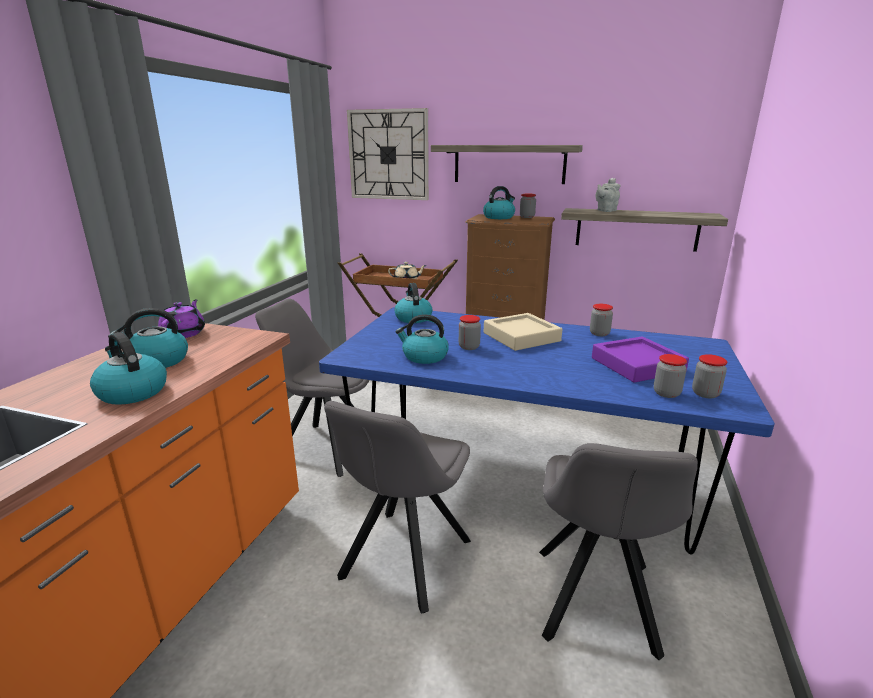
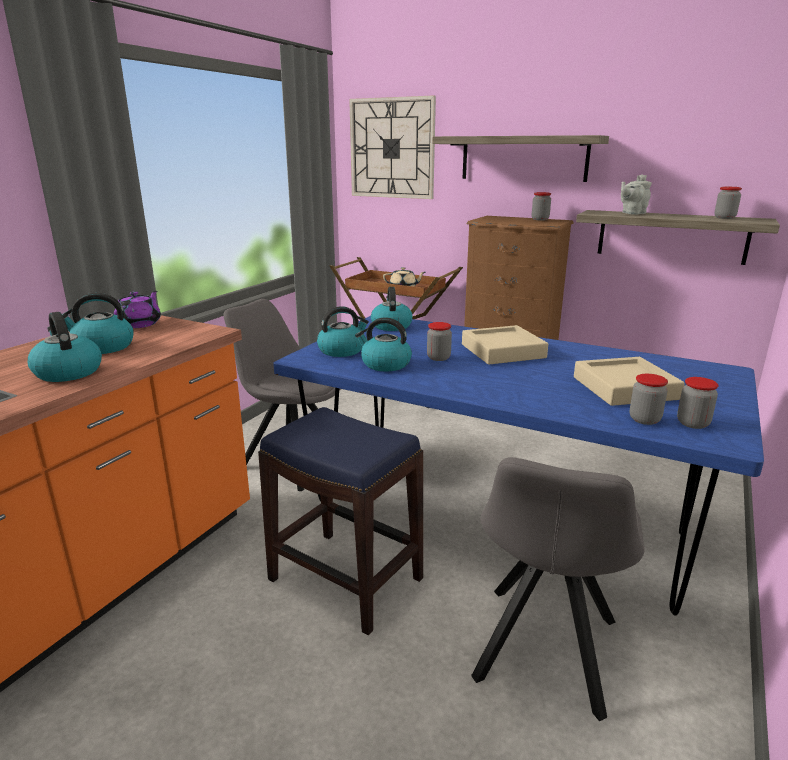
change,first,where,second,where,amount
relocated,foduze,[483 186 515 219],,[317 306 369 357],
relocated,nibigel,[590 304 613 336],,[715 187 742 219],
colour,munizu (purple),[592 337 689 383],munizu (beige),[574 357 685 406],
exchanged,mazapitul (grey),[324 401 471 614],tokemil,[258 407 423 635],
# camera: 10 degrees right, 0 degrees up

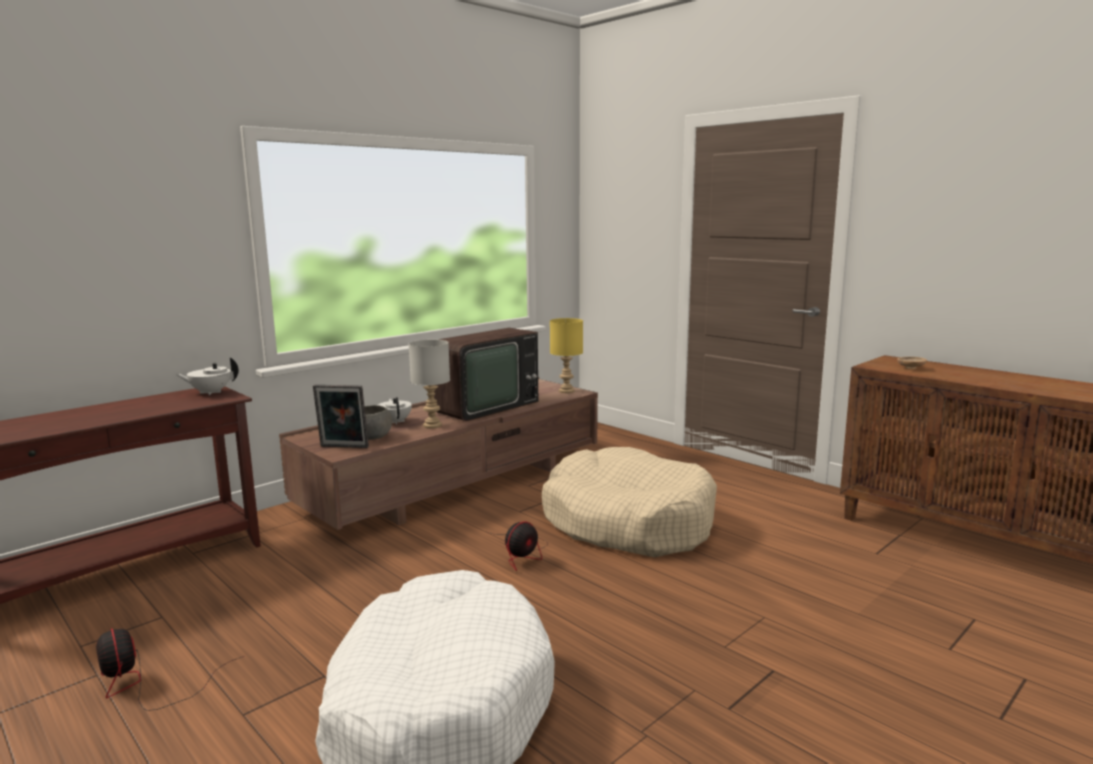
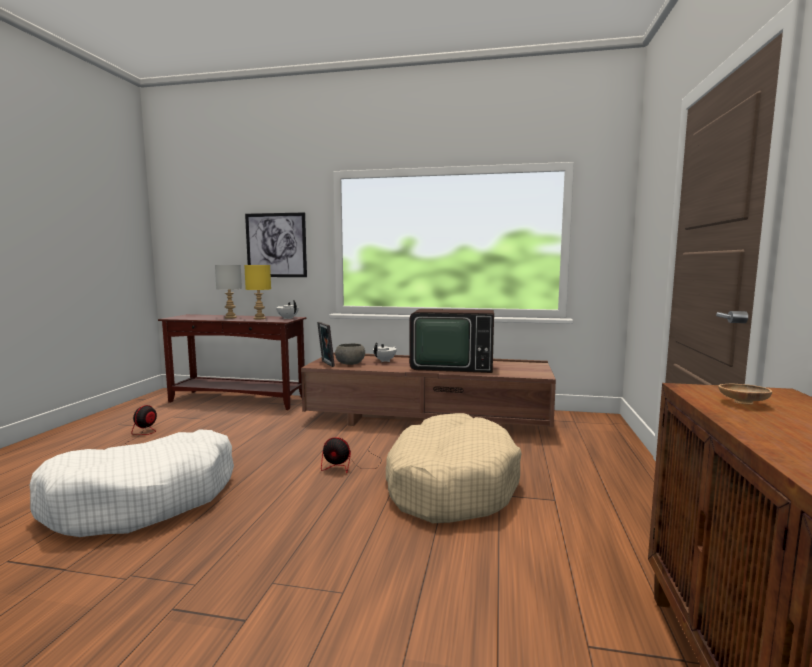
change,first,where,second,where,amount
relocated,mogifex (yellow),[550 318 583 393],,[244 265 271 320],
relocated,mogifex (grey),[409 339 450 429],,[215 265 242 318],
appeared,,,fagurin,[245 212 307 277],
# camera: 55 degrees right, 5 degrees down

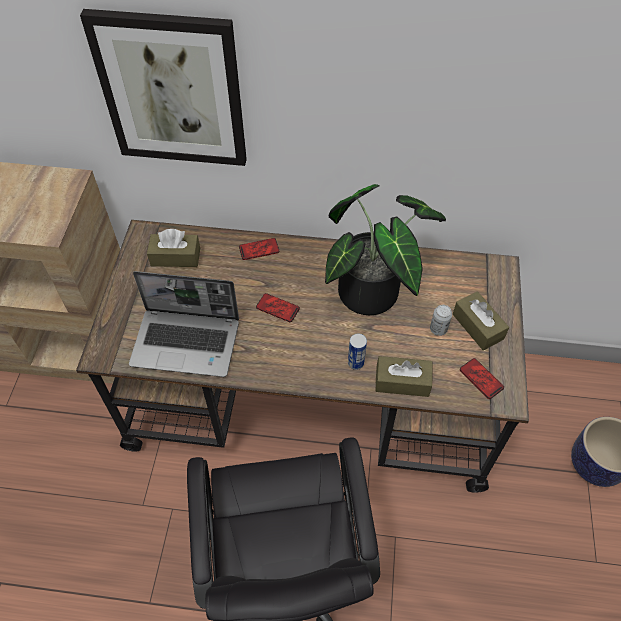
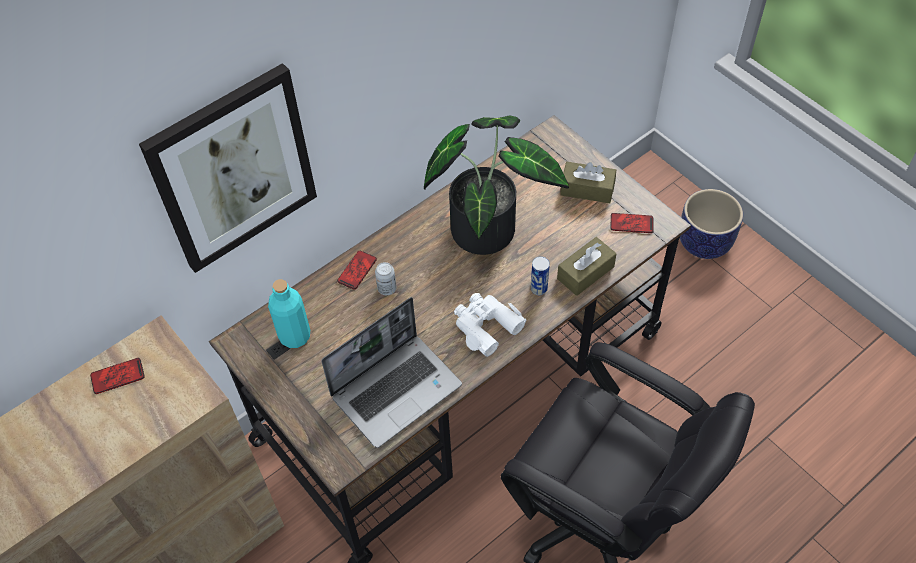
change,first,where,second,where,amount
exchanged,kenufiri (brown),[147 229 200 267],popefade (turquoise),[268 279 310 348],
relocated,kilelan,[256 293 300 322],,[90 358 145 394],
relocated,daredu,[430 305 452 336],,[375 262 396 295],
appeared,,,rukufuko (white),[454 293 526 357],
# camera: 45 degrees left, 0 degrees up

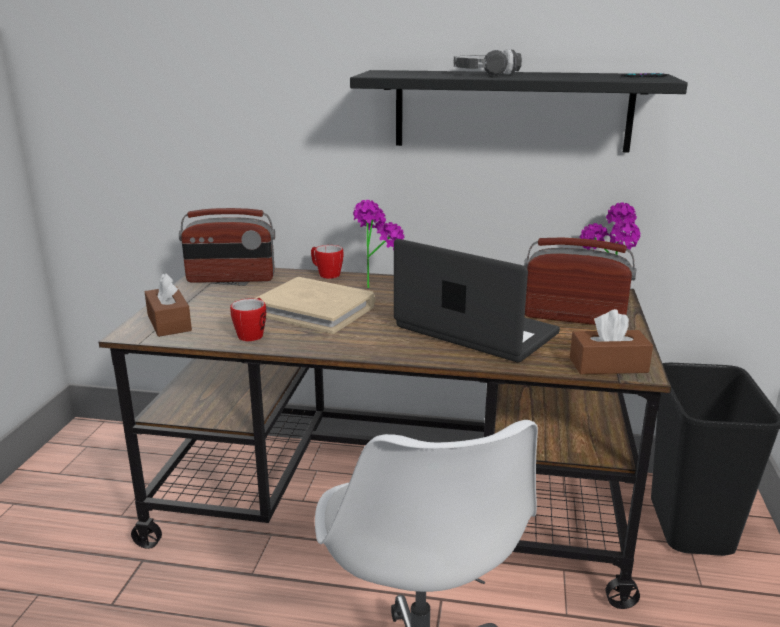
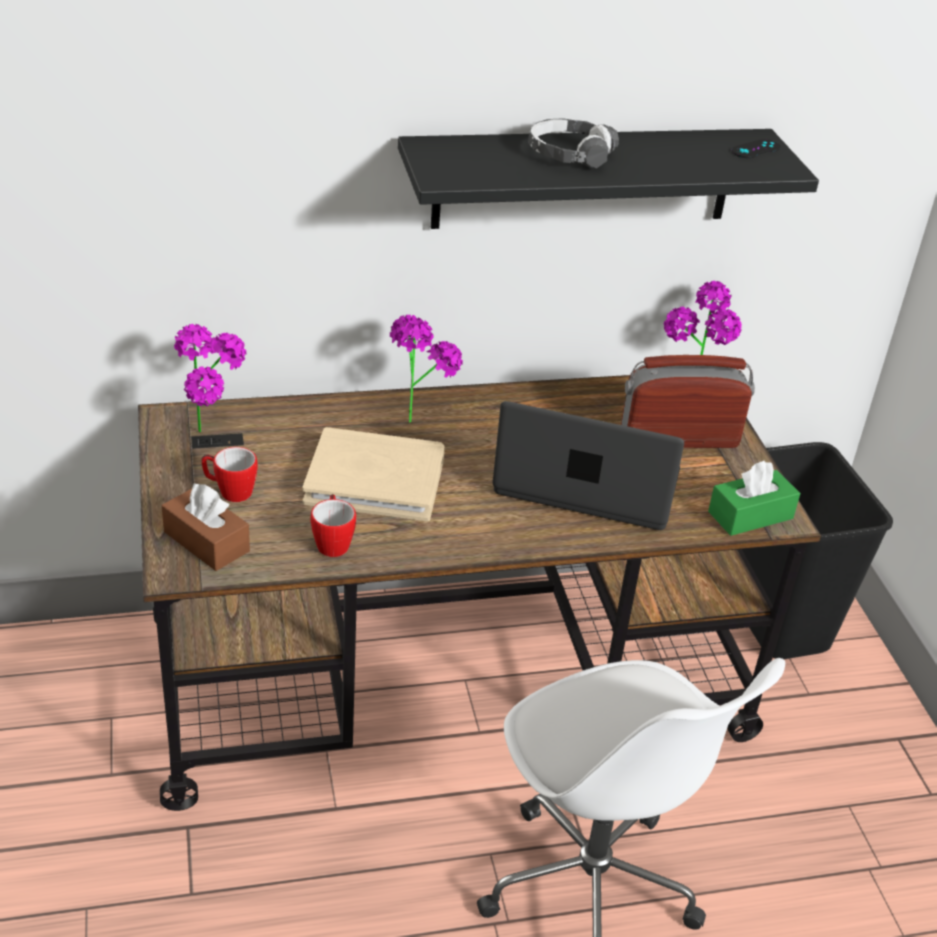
change,first,where,second,where,amount
exchanged,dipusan,[179 208 275 283],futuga,[174 324 246 433],
relocated,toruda,[311 245 343 279],,[201 447 258 502],
colour,kenufiri (brown),[570 309 653 375],kenufiri (green),[708 461 800 536],
# camera: 25 degrees left, 15 degrees up

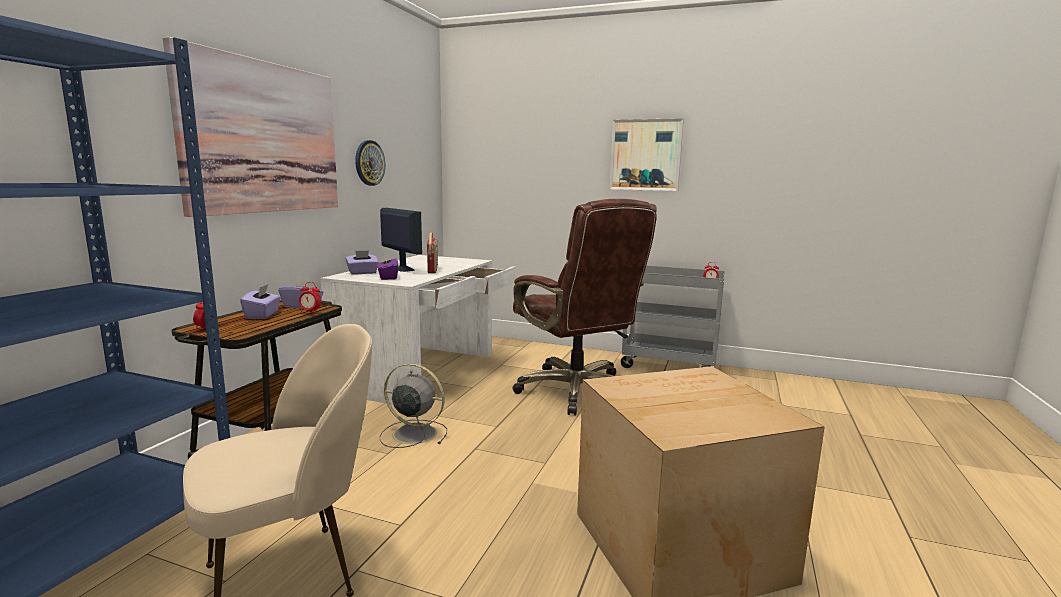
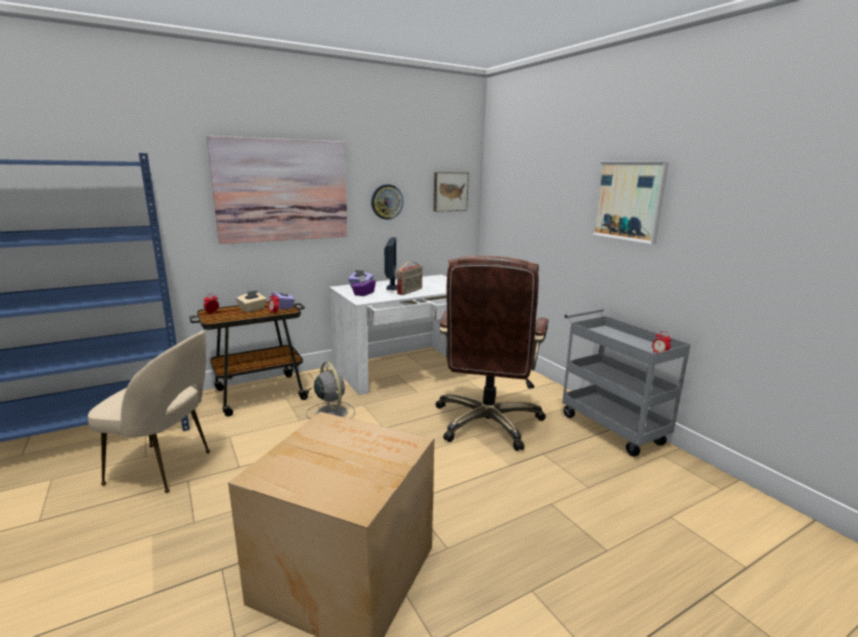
change,first,where,second,where,amount
colour,kenufiri (purple),[240 284 281 319],kenufiri (beige),[236 290 267 312],
appeared,,,fagurin,[434 172 469 212],
# camera: 40 degrees right, 5 degrees up

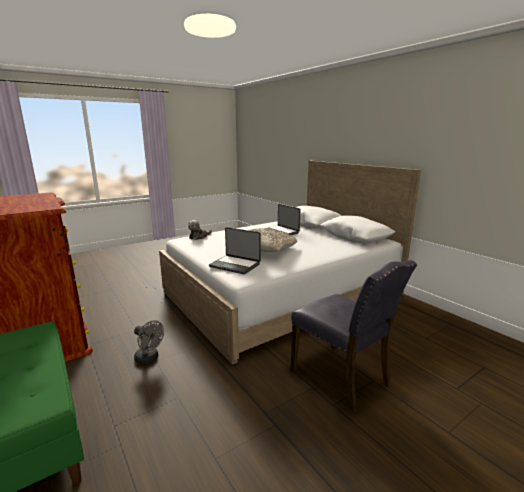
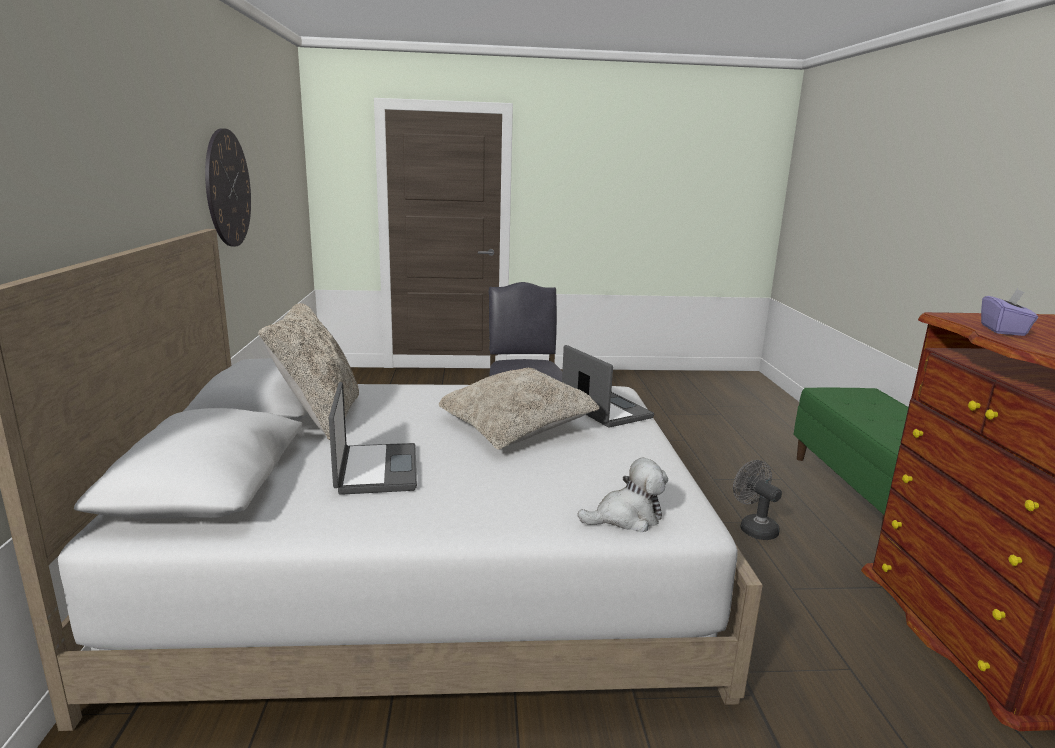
change,first,where,second,where,amount
appeared,,,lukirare,[205 128 251 247],
appeared,,,kenufiri (purple),[981 289 1038 336],
appeared,,,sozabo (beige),[258 303 359 440],
# camera: 150 degrees left, 0 degrees up

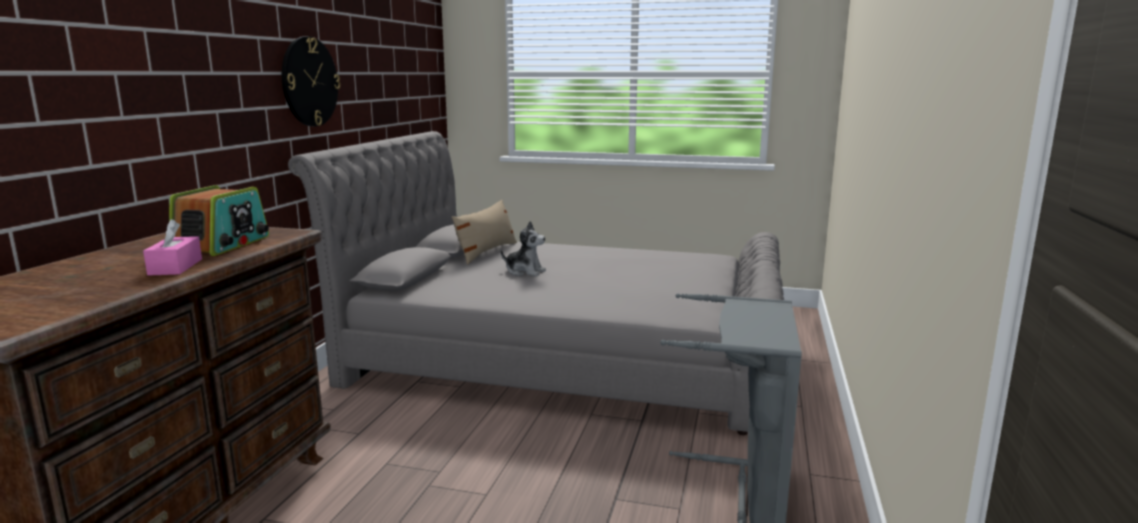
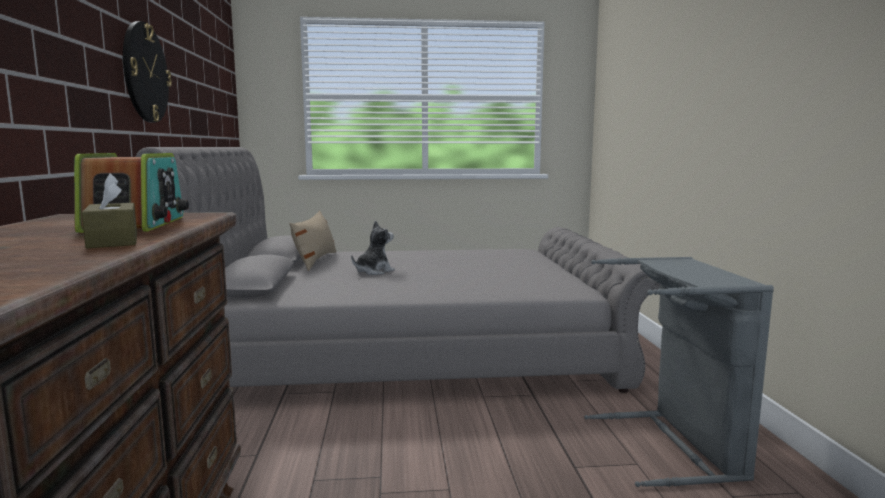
change,first,where,second,where,amount
colour,kenufiri (pink),[143 219 202 276],kenufiri (brown),[82 173 137 248],
spun,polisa,[501 221 546 276],,[351 221 395 275],45 degrees counterclockwise
# camera: 20 degrees left, 5 degrees down

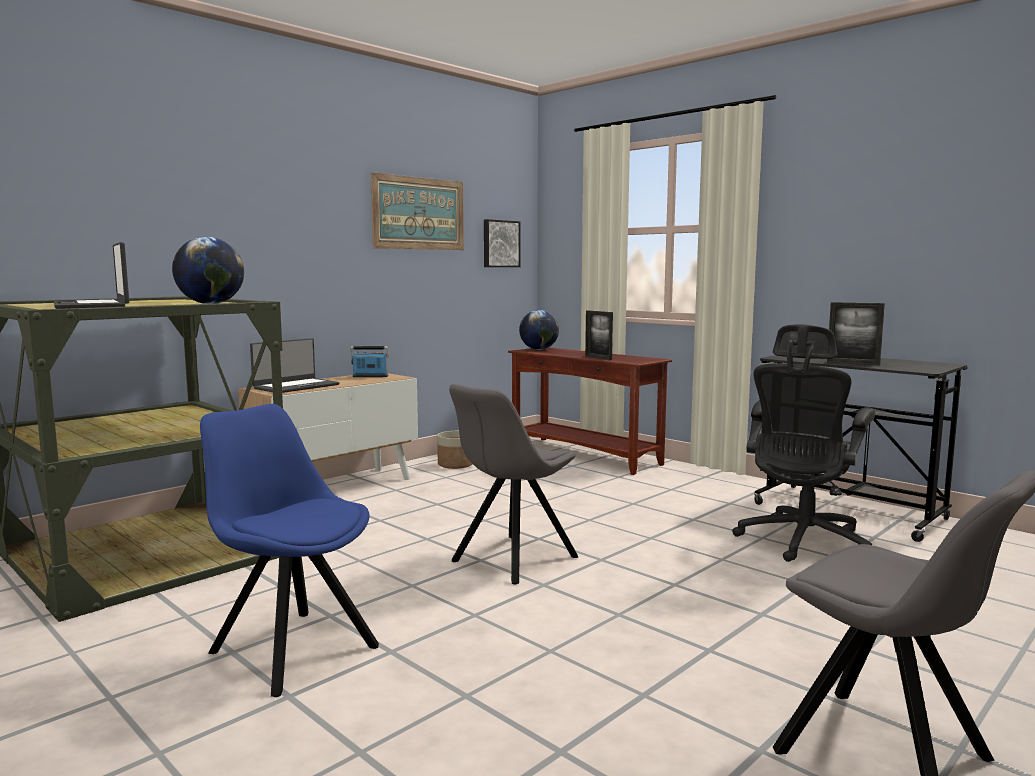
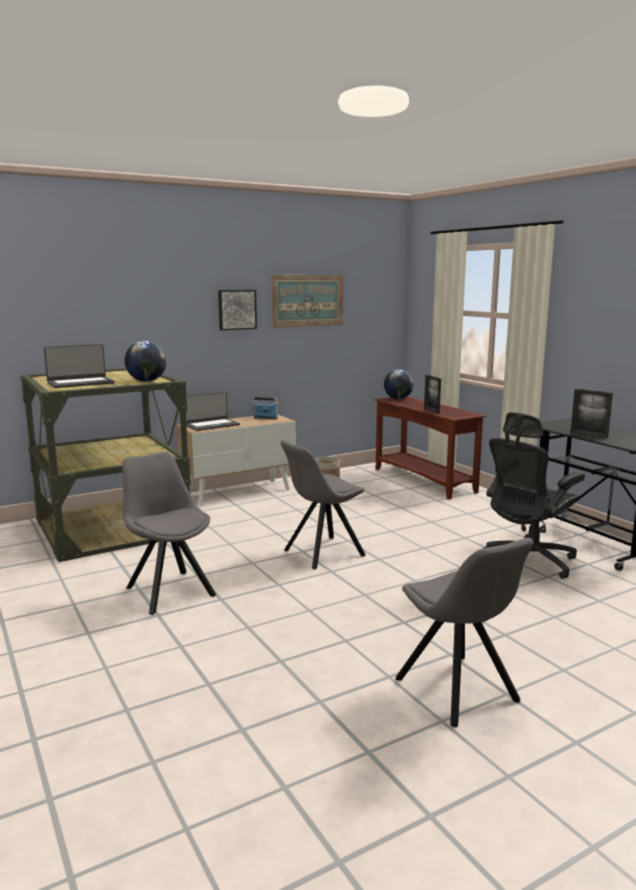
change,first,where,second,where,amount
relocated,fagurin,[484 219 521 267],,[218 290 257 330],
spun,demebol,[54 242 129 309],,[44 344 115 388],105 degrees counterclockwise
colour,mazapitul (blue),[200 404 379 697],mazapitul (grey),[122 451 216 615],
# camera: 15 degrees right, 5 degrees up

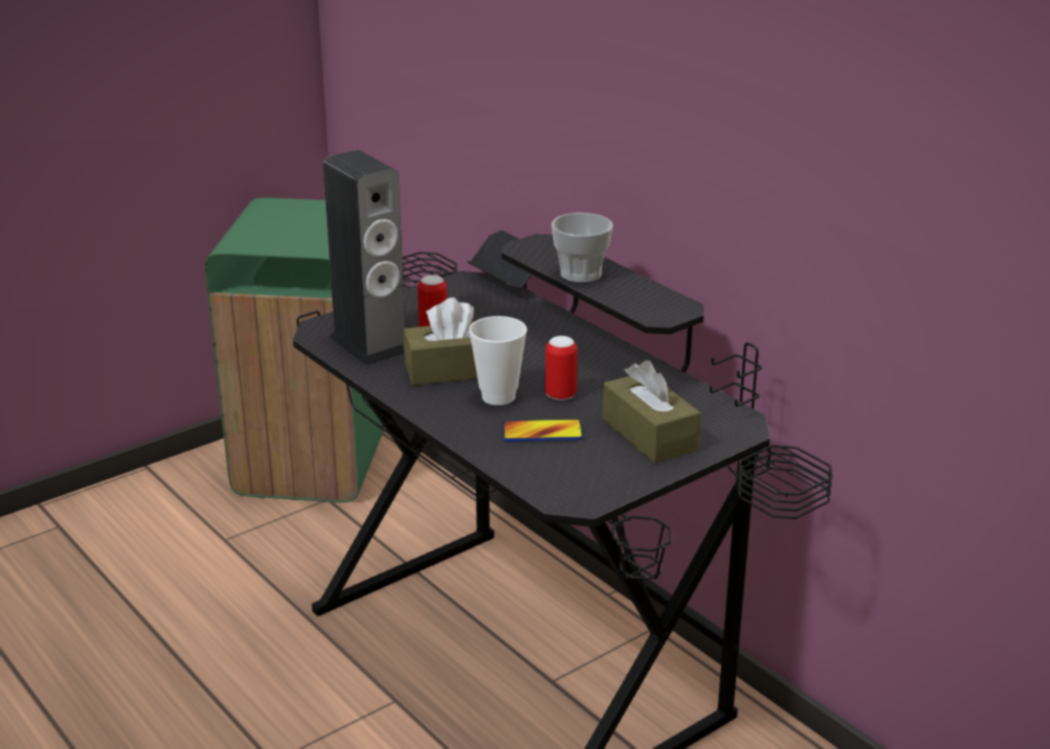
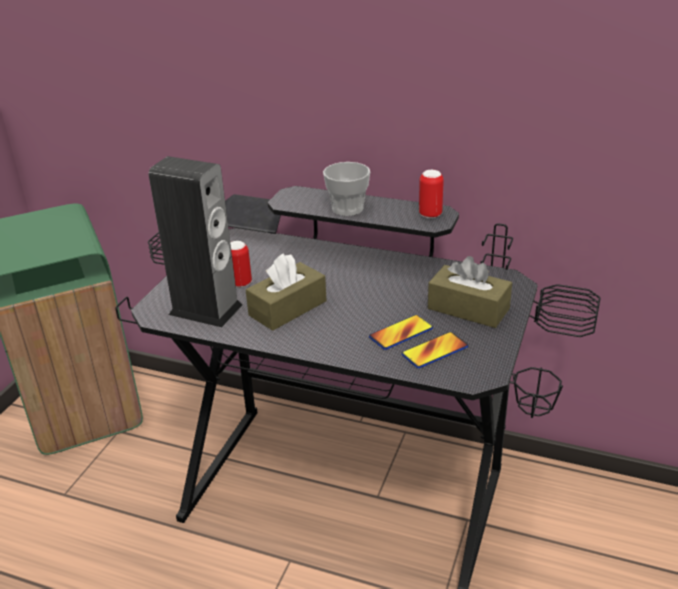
change,first,where,second,where,amount
missing,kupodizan,[469 316 527 405],,,
relocated,daredu,[545 336 578 401],,[419 170 444 219],
appeared,,,kilelan,[402 332 468 368],
# camera: 30 degrees left, 5 degrees up

